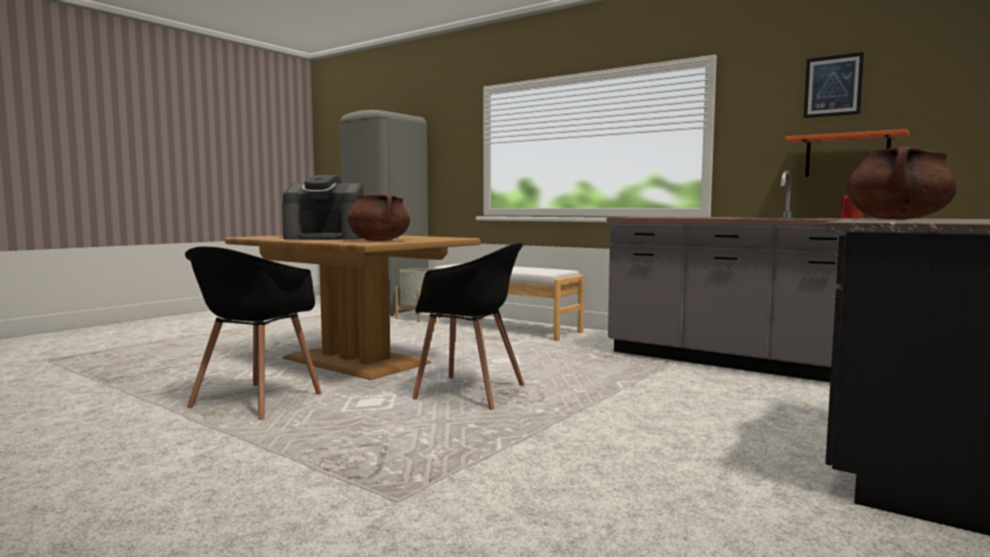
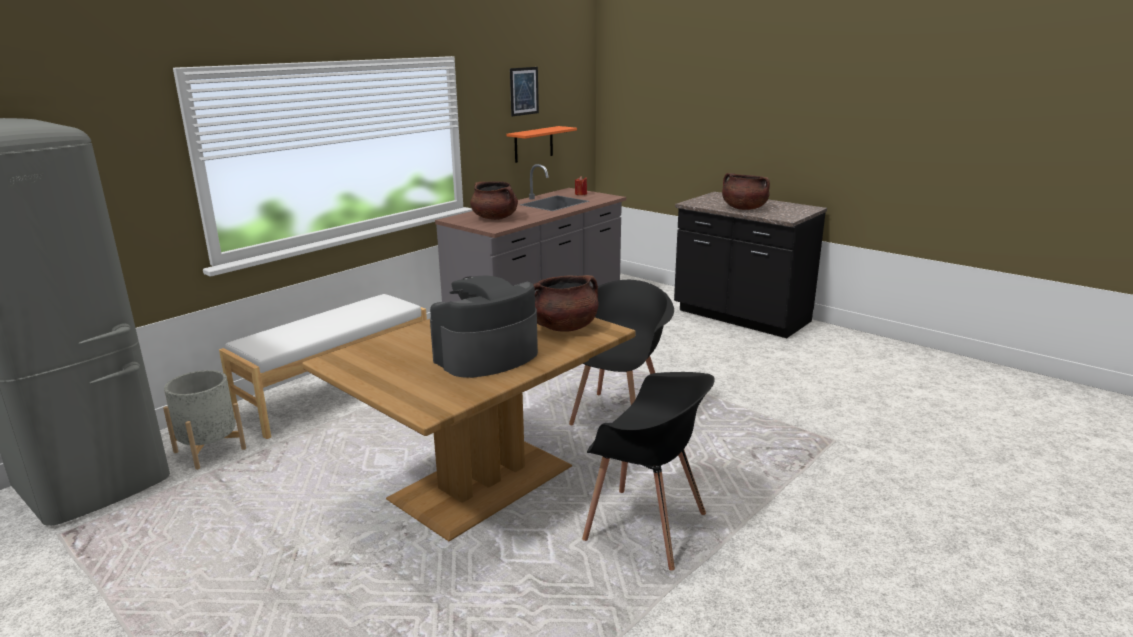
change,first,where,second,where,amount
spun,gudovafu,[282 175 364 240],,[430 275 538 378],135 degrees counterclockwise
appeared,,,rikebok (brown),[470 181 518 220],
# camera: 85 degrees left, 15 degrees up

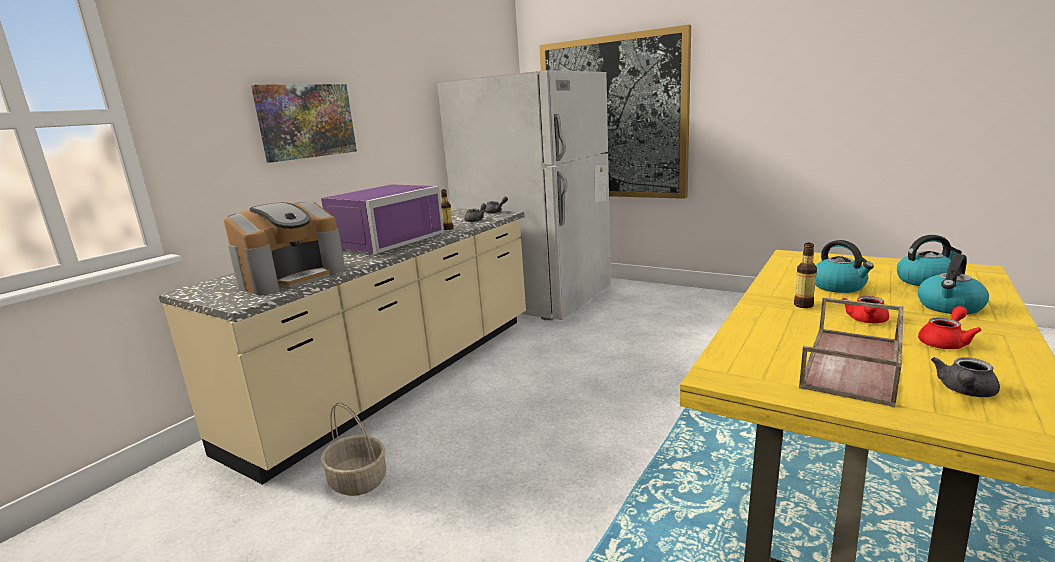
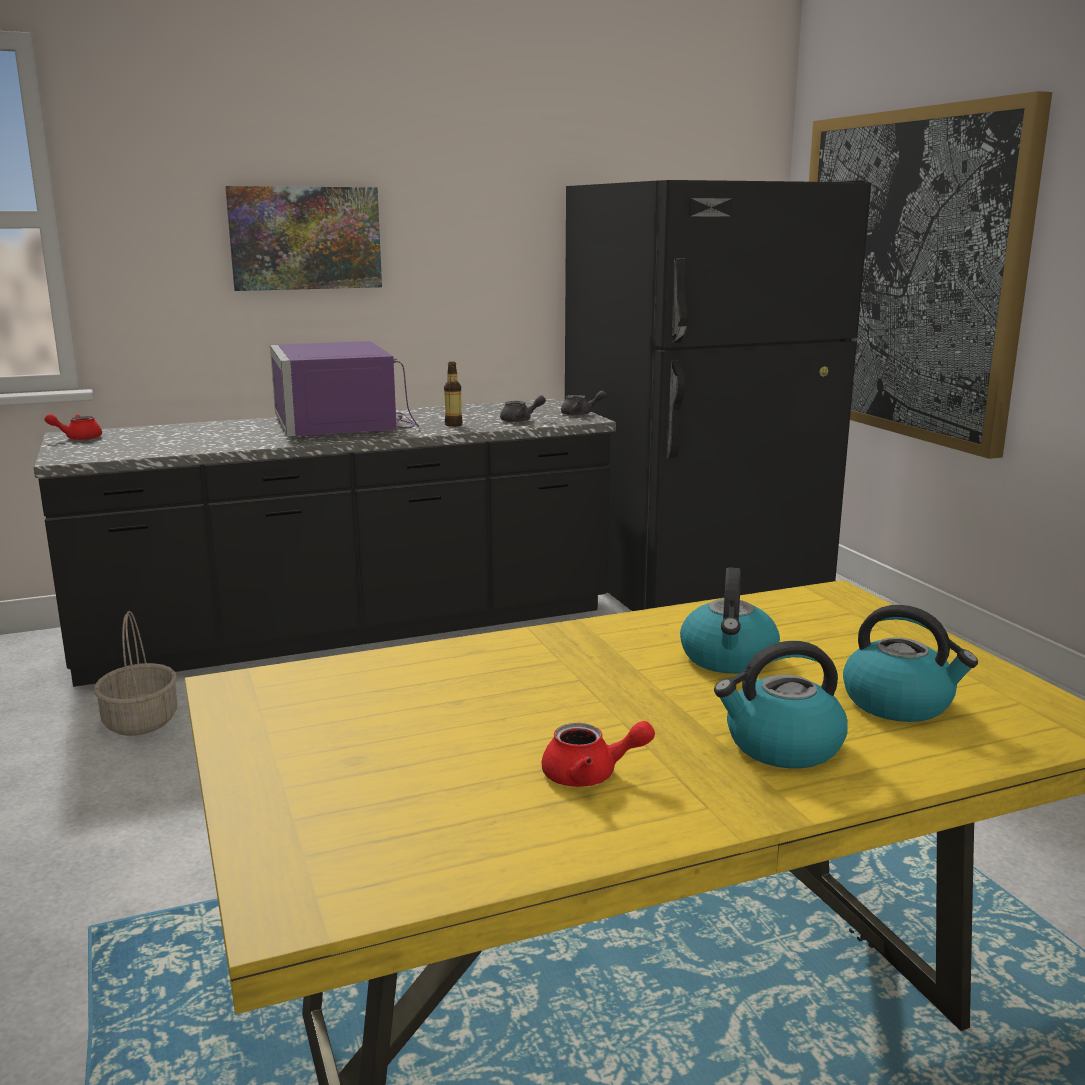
change,first,where,second,where,amount
colour,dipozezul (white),[437 70 611 320],dipozezul (black),[565 180 871 611],
spun,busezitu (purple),[321 184 444 254],,[270 341 419 438],90 degrees clockwise
missing,gudovafu,[224 202 345 295],,,
colour,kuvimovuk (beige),[158 208 526 485],kuvimovuk (black),[34 398 616 687],
missing,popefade,[794 243 817 308],,,
relocated,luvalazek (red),[842 296 889 323],,[44 414 102 440],
missing,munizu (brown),[799 297 904 407],,,
missing,luvalazek (grey),[931 357 1000 397],,,
# camera: 35 degrees right, 0 degrees up

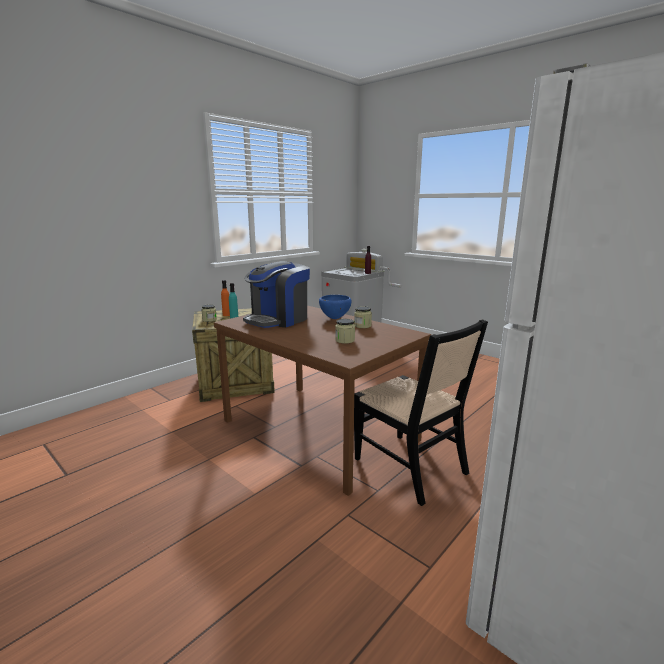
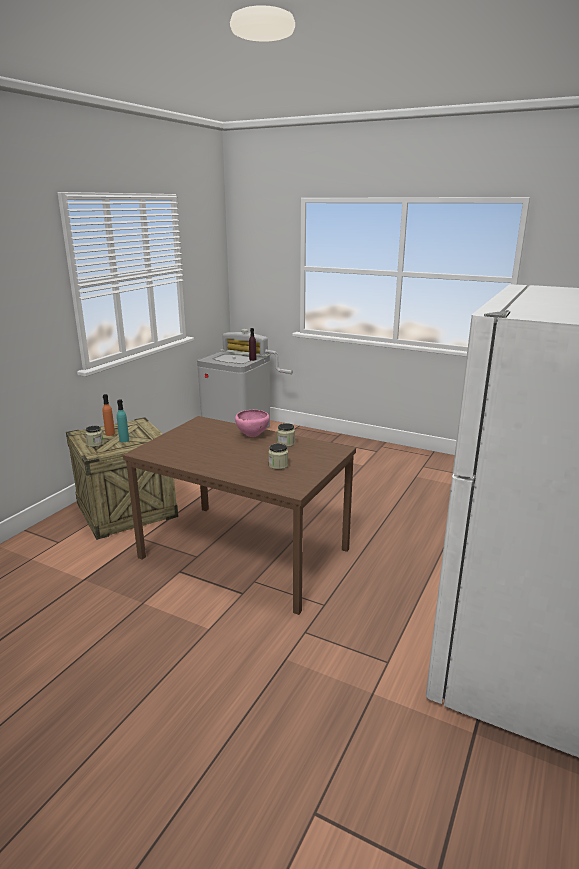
change,first,where,second,where,amount
missing,gudovafu,[243 261 310 328],,,
colour,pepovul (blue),[319 295 351 319],pepovul (pink),[235 410 270 437],
missing,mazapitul,[354 319 488 506],,,
# camera: 15 degrees left, 5 degrees up

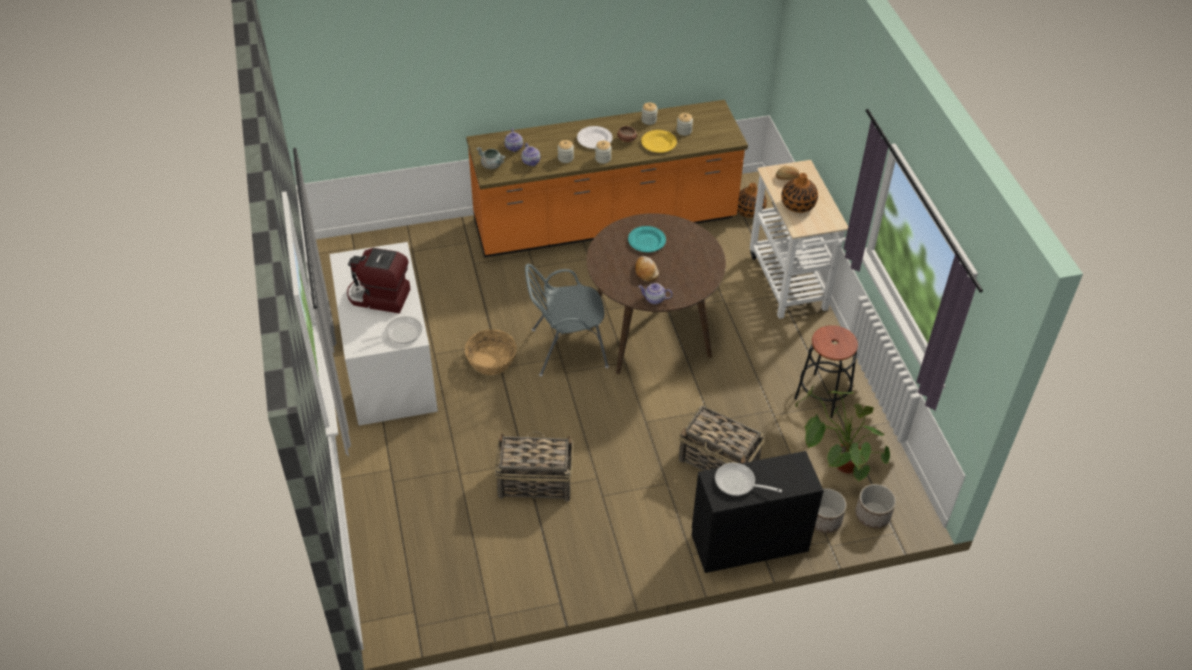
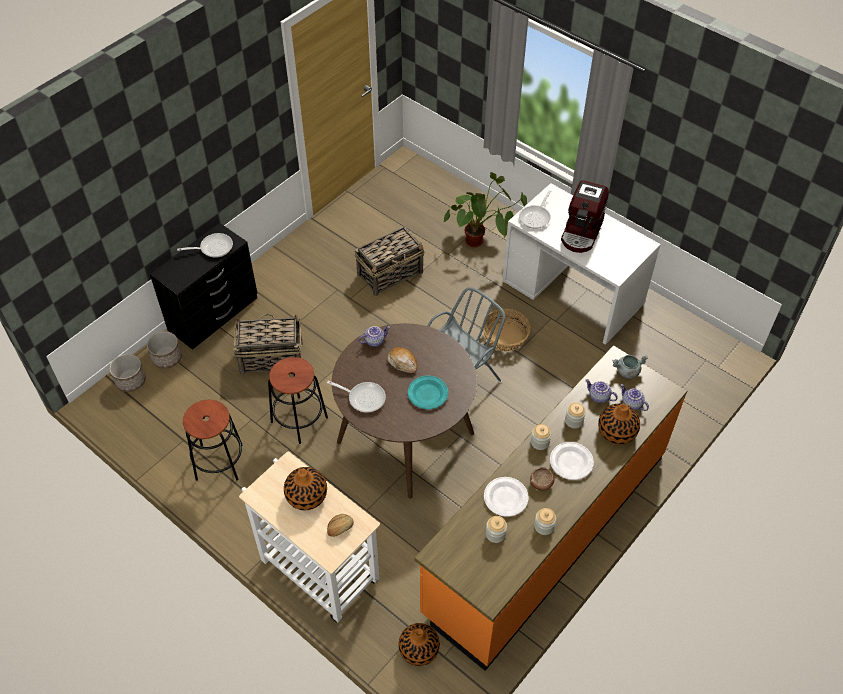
change,first,where,second,where,amount
colour,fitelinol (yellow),[641 130 677 153],fitelinol (white),[484 477 529 517],
spun,gudovafu,[347 248 410 313],,[561 180 609 253],135 degrees clockwise
relocated,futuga,[795 385 890 482],,[444 172 527 247],
appeared,,,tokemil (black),[268 357 328 444],
appeared,,,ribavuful,[327 381 386 413],
appeared,,,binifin,[598 403 640 445],
# camera: 145 degrees right, 5 degrees up

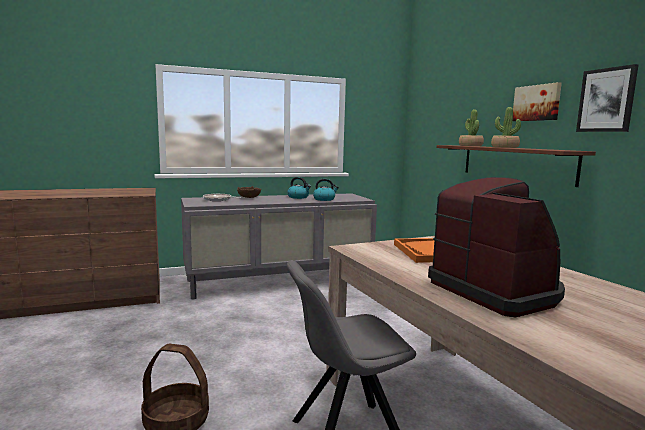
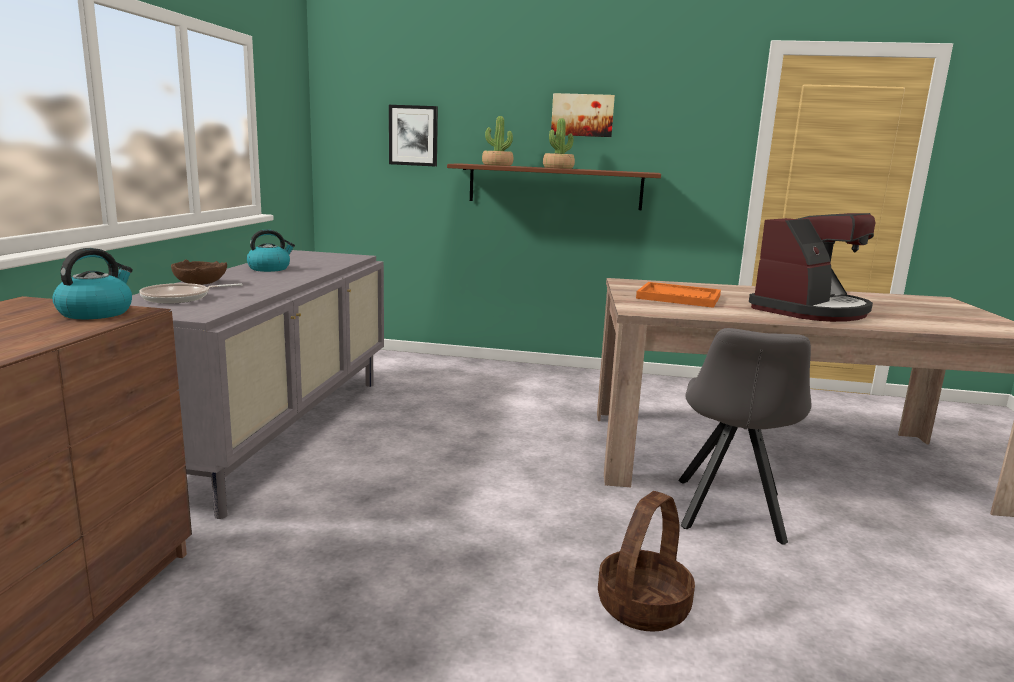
change,first,where,second,where,amount
relocated,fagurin,[576 64 638 132],,[389 105 438 167],
spun,gudovafu,[428 177 565 318],,[749 213 876 322],135 degrees clockwise
relocated,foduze,[313 178 339 201],,[52 248 133 319],
# camera: 60 degrees left, 5 degrees up

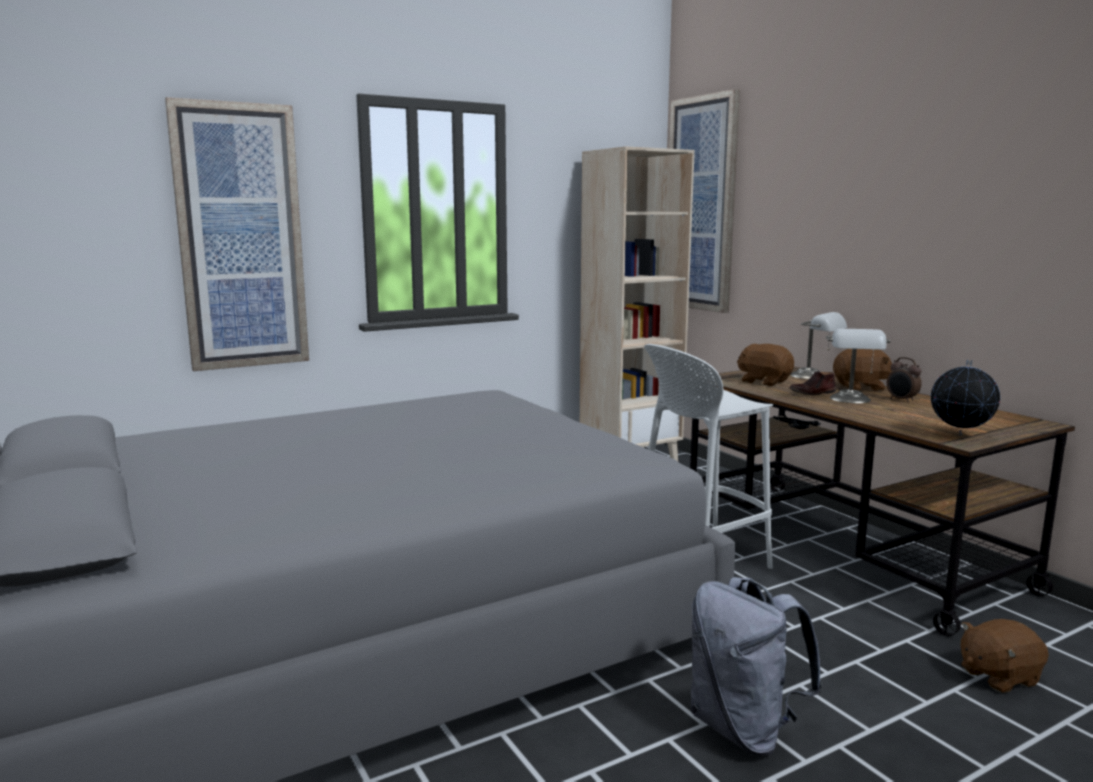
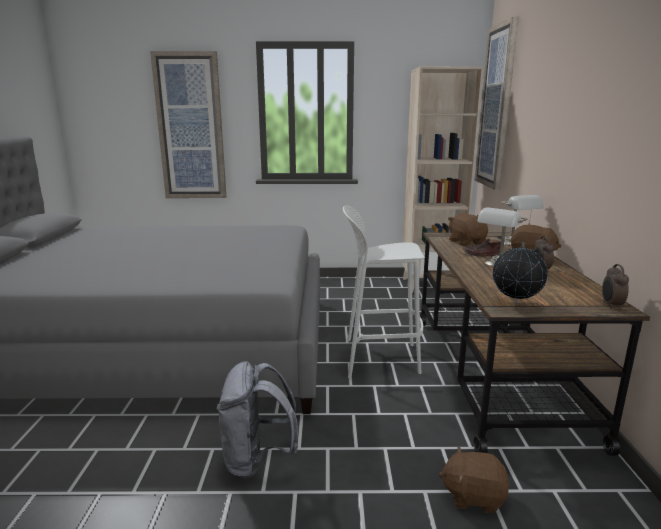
change,first,where,second,where,amount
appeared,,,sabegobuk,[602 264 629 309],
# camera: 30 degrees right, 5 degrees up

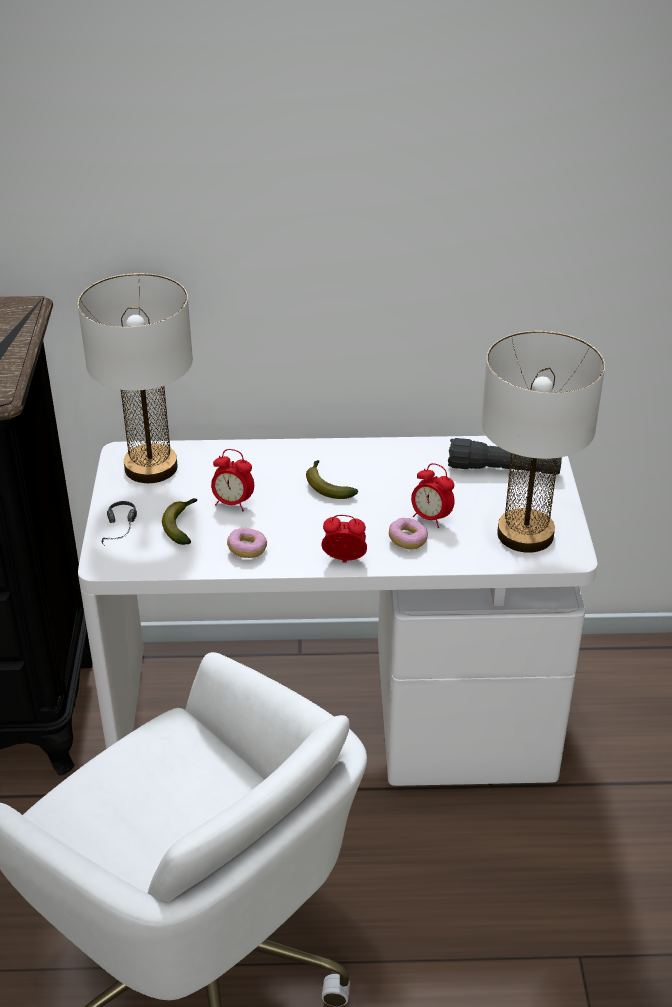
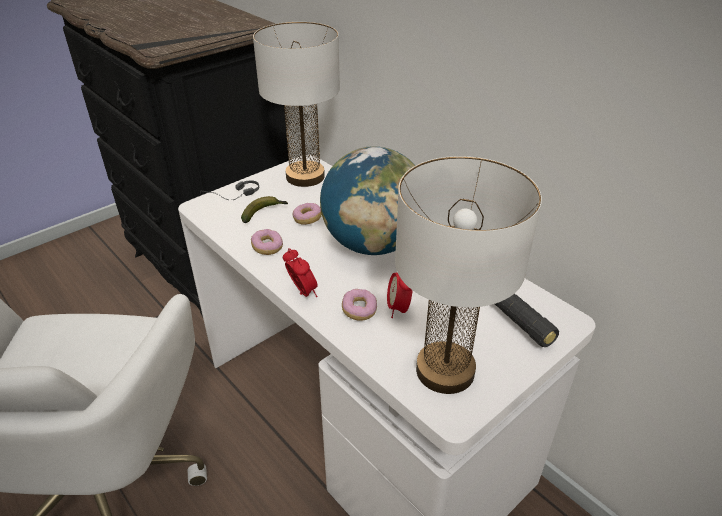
change,first,where,second,where,amount
exchanged,sabegobuk,[211 449 254 511],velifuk,[293 203 322 225],
exchanged,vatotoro,[306 460 358 499],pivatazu,[320 146 415 255],
# camera: 50 degrees right, 0 degrees up

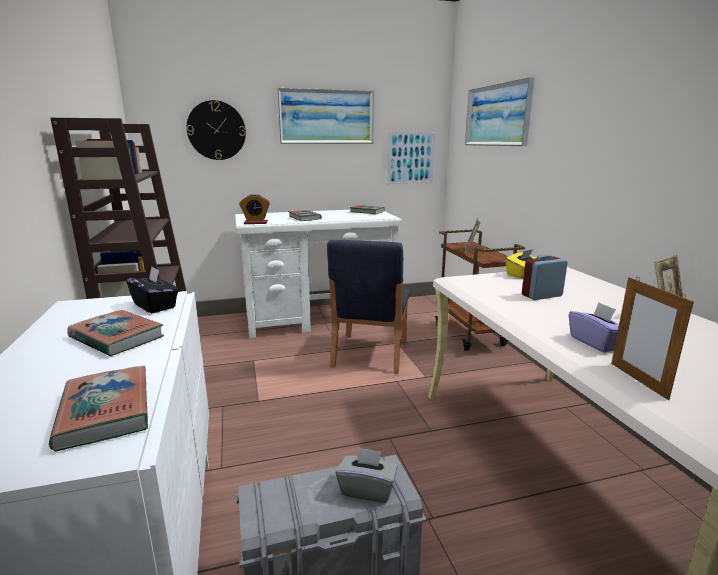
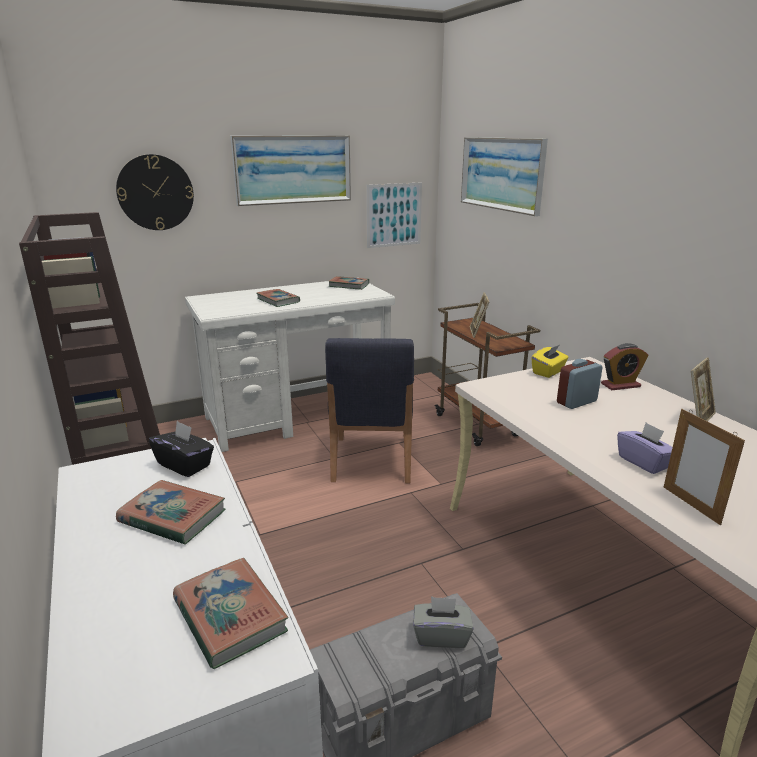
change,first,where,second,where,amount
relocated,sabegobuk,[239 194 270 224],,[601 343 648 390],
# camera: 10 degrees left, 5 degrees up

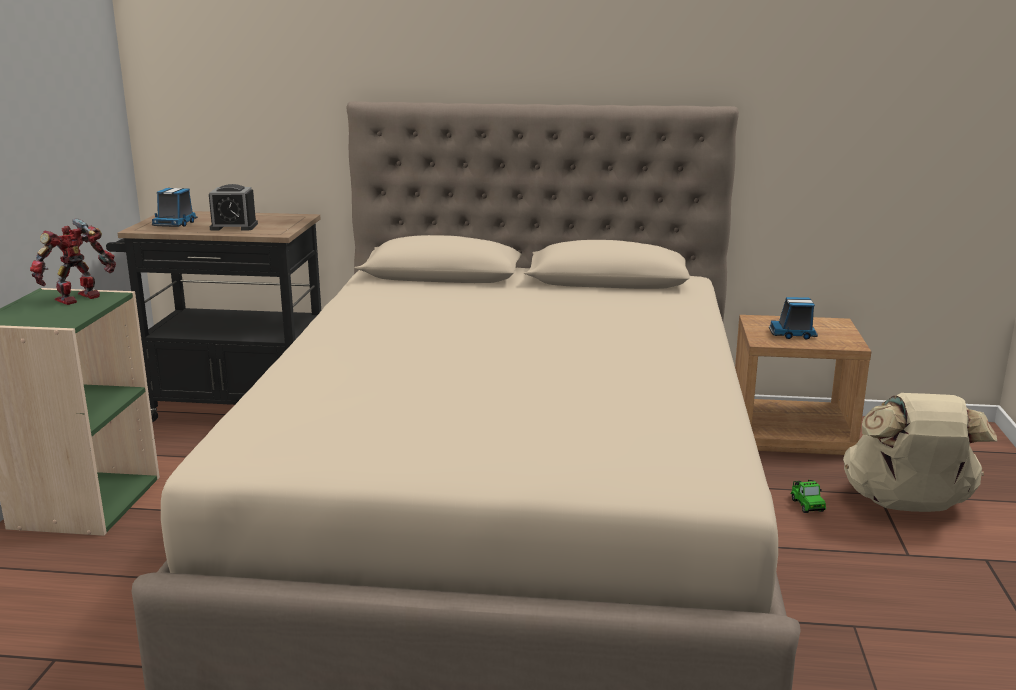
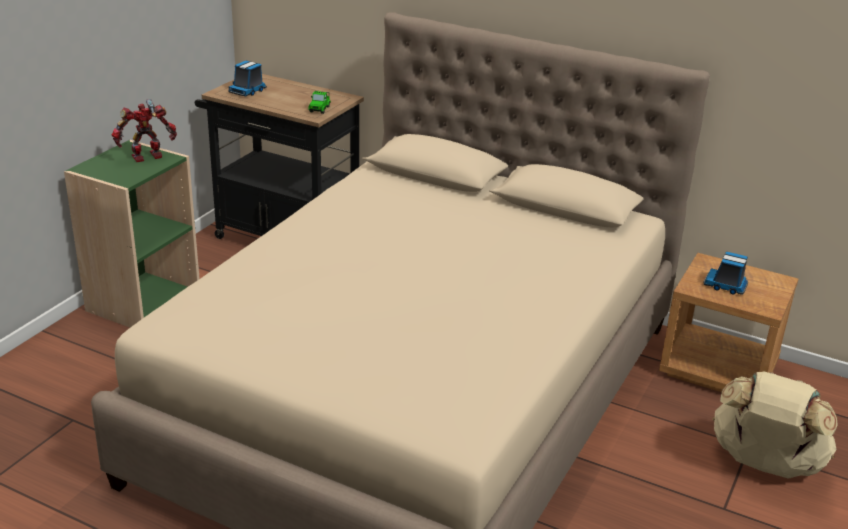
change,first,where,second,where,amount
missing,sabegobuk,[209 184 258 230],,,
relocated,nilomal,[791 480 826 513],,[308 91 331 114],
# camera: 20 degrees right, 10 degrees up

